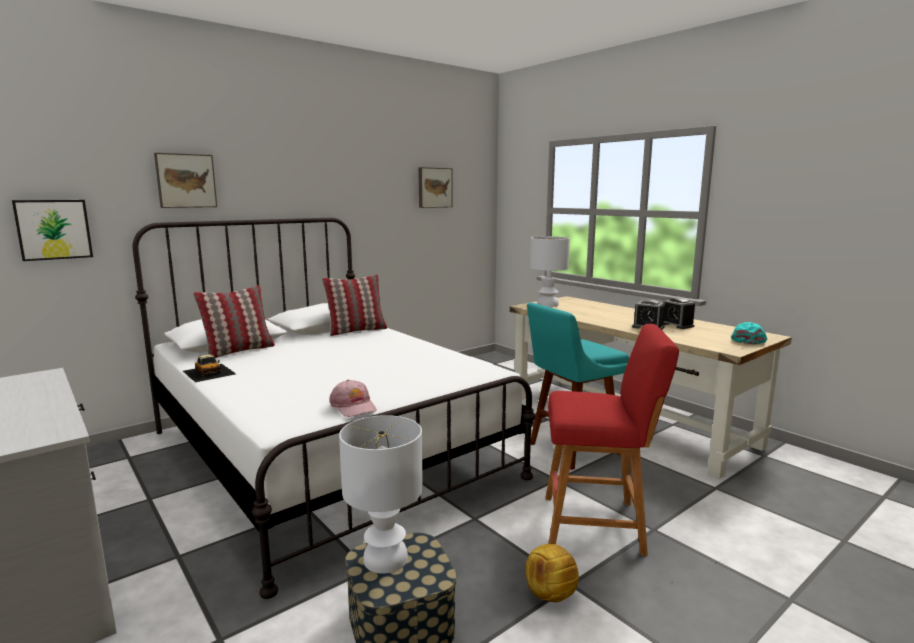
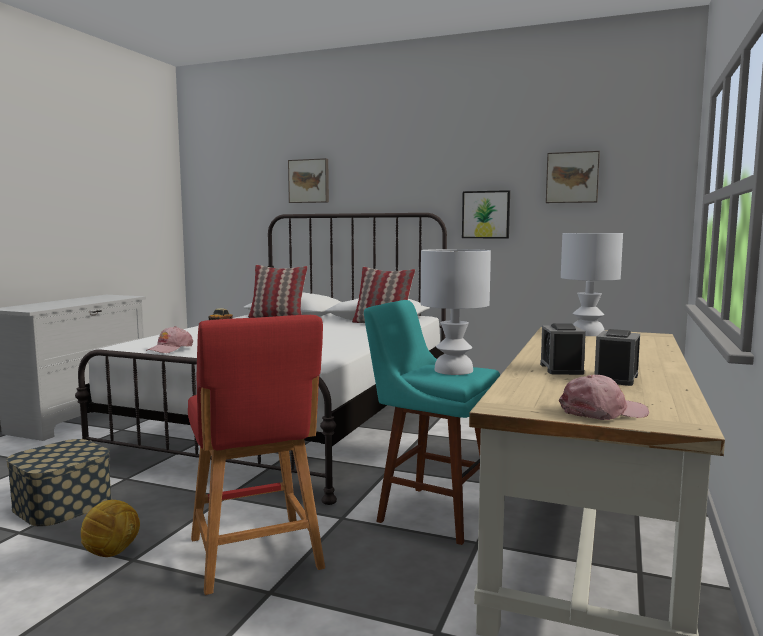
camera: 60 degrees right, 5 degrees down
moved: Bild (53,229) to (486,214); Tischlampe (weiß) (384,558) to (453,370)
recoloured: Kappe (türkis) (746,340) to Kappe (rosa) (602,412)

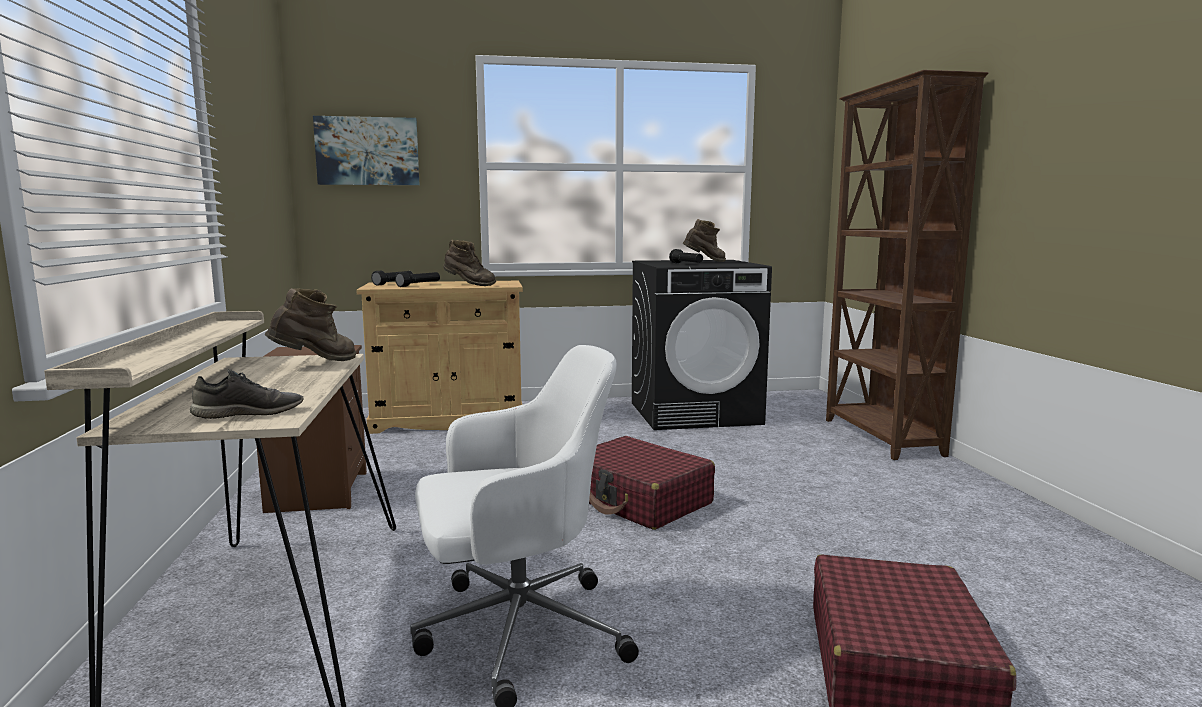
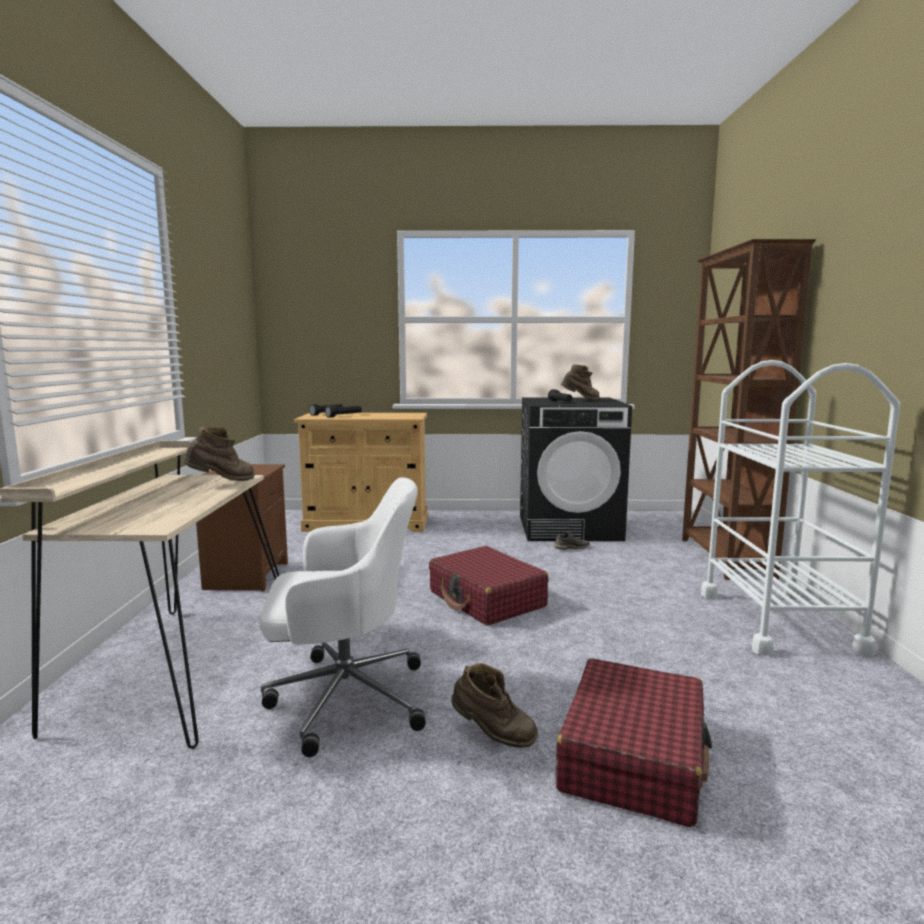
camera: 10 degrees right, 0 degrees up
removed: Bild (367,151)
added: Rollwagen (weiß) (778,621)
moved: Schuh (grau) (249,413) to (571,547); Stiefel (braun) (469,285) to (492,735)

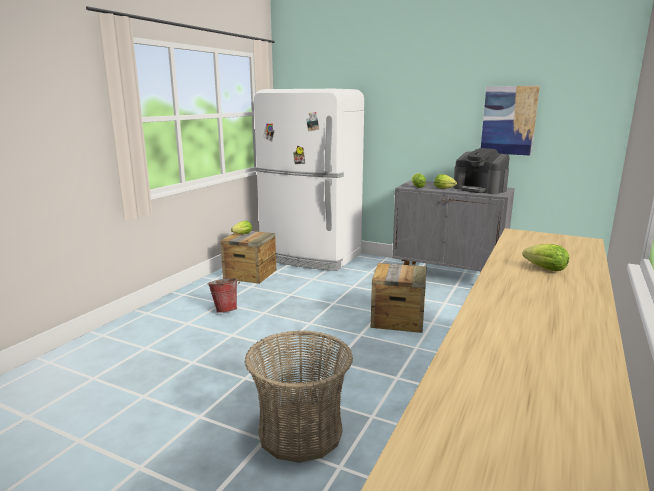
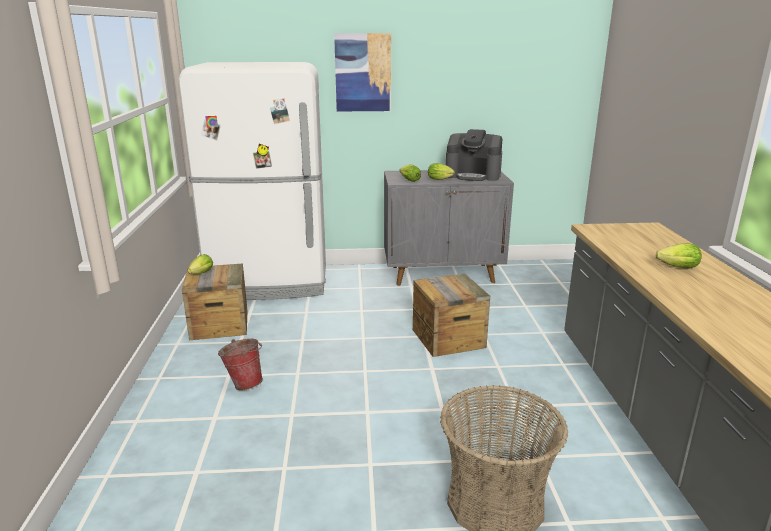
camera: 30 degrees left, 5 degrees up
moved: Bild (509,120) to (363,72)

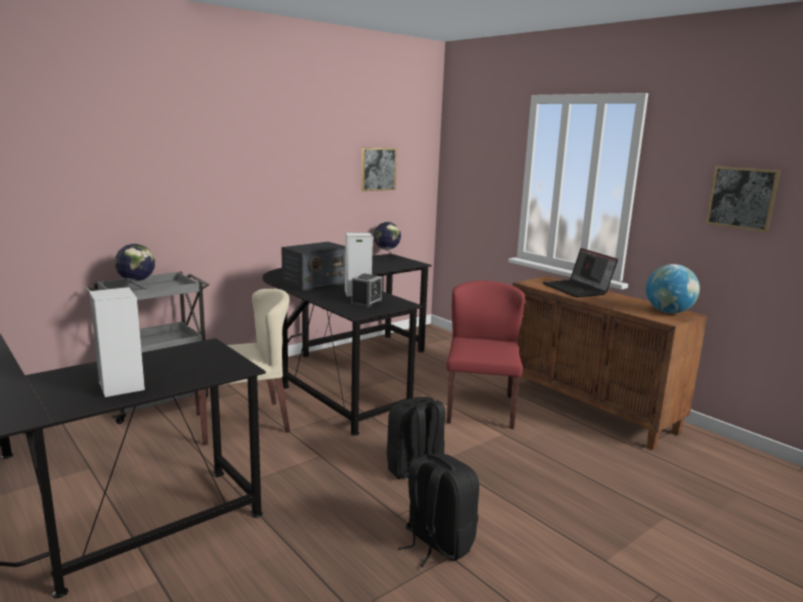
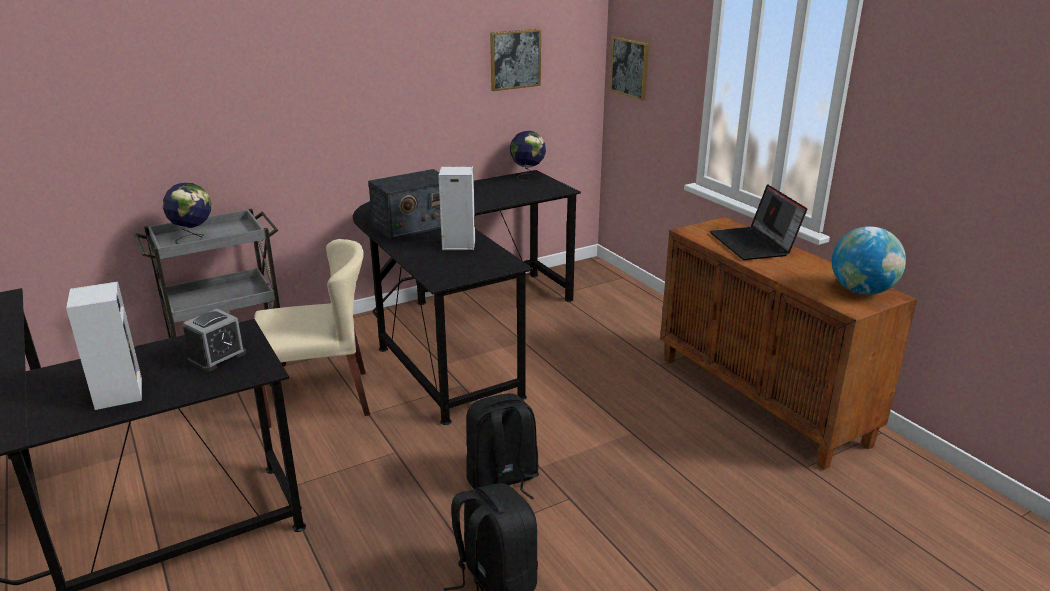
camera: 10 degrees right, 10 degrees up
removed: Stuhl (rot) (480,408)
moved: Wecker (366,302) to (217,357); Bild (742,198) to (630,67)

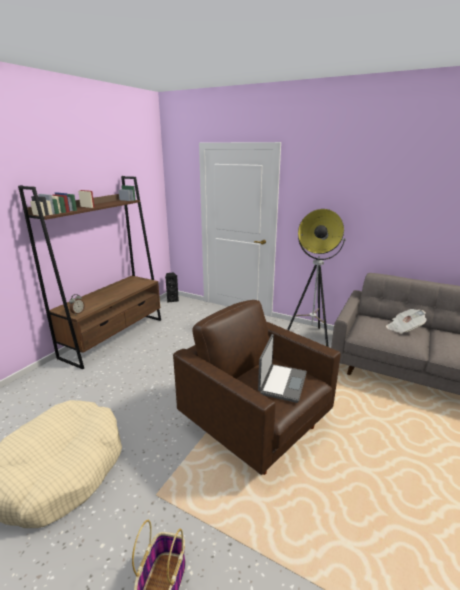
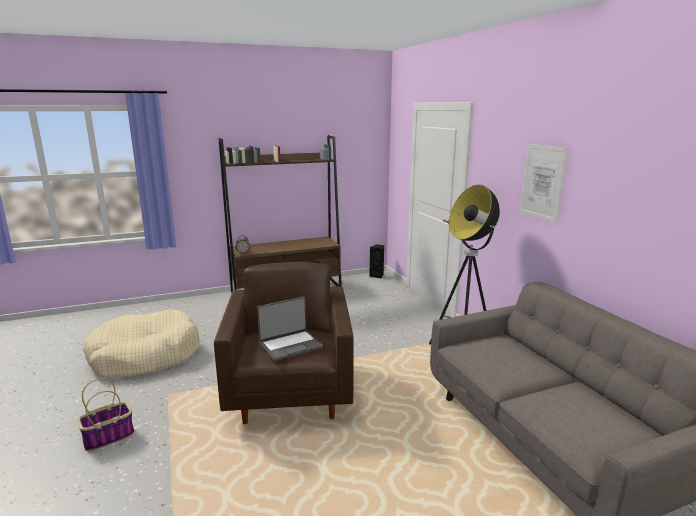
camera: 40 degrees right, 5 degrees down
removed: Zeitung (404,329)
added: Bild (542,182)

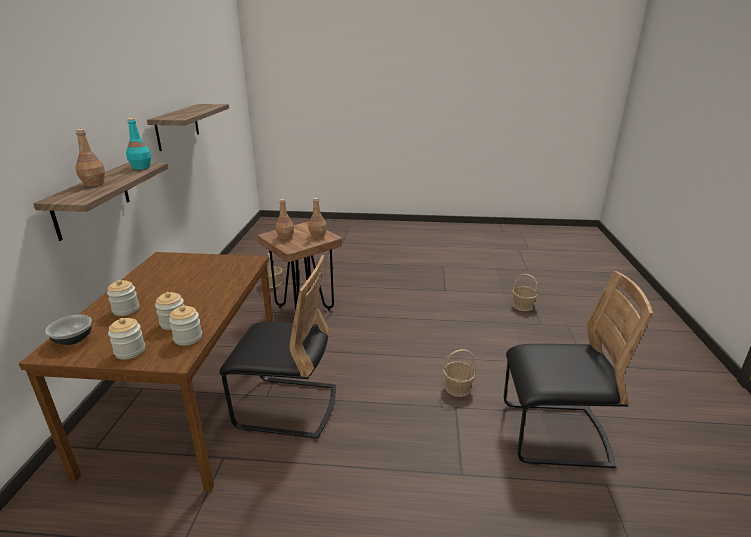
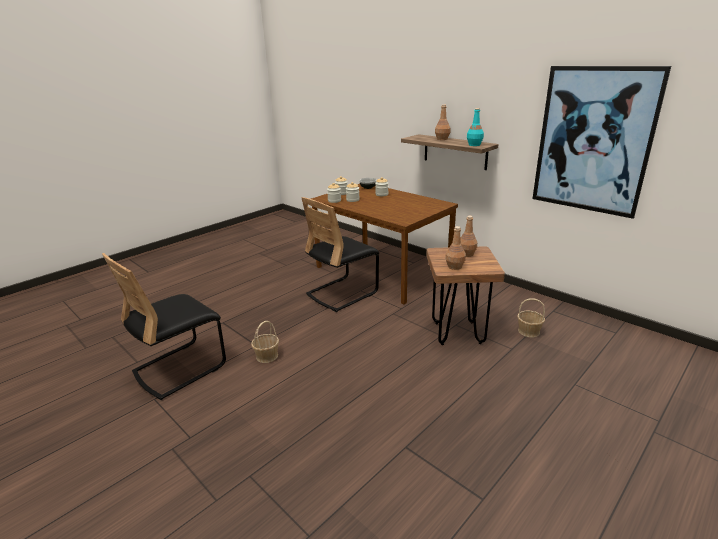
camera: 130 degrees right, 0 degrees up
removed: Korb (522,306)
replaced: Wandregal (177,126) to Bild (593,141)

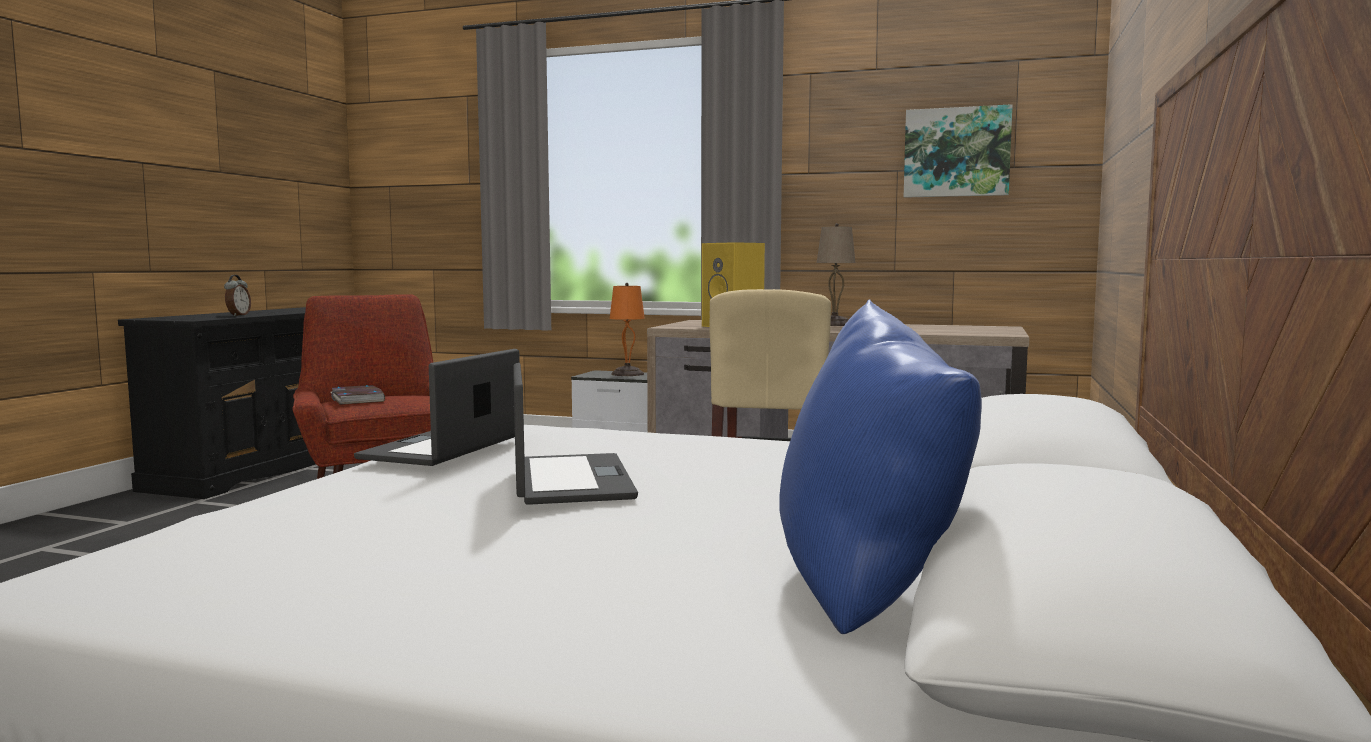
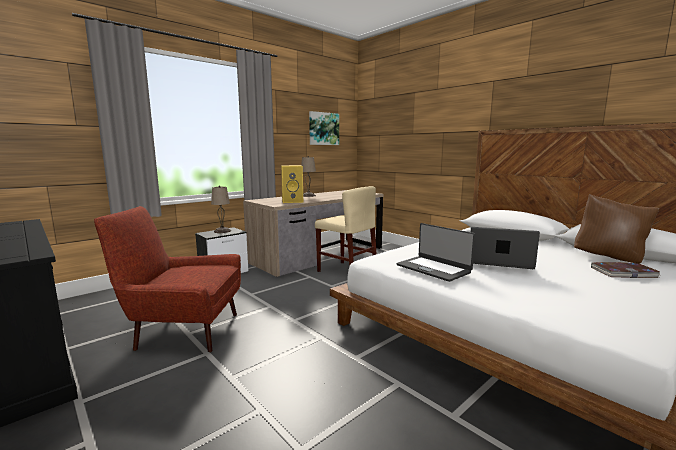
camera: 60 degrees left, 5 degrees up
removed: Wecker (238,315)
moved: Buch (358,399) to (623,272)
recoloured: Tischlampe (orange) (627,374) to Tischlampe (beige) (222,231); Kissen (blau) (872,595) to Kissen (braun) (609,257)

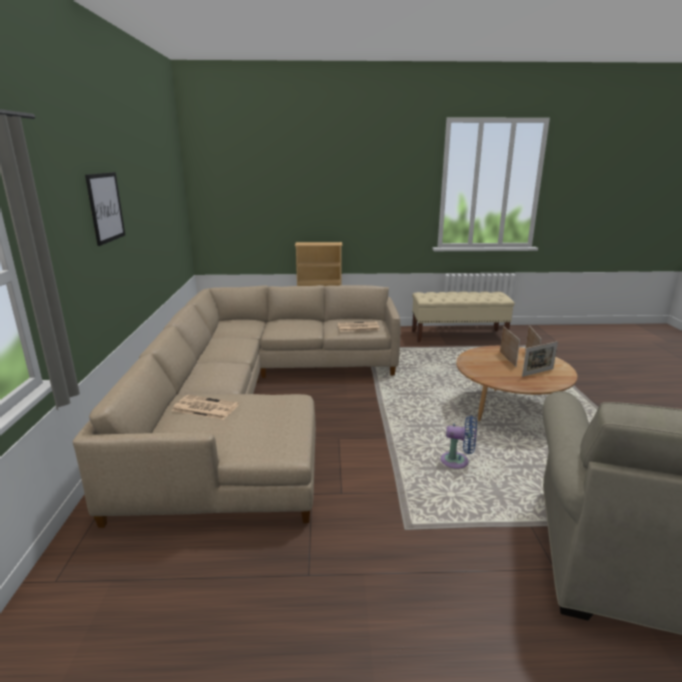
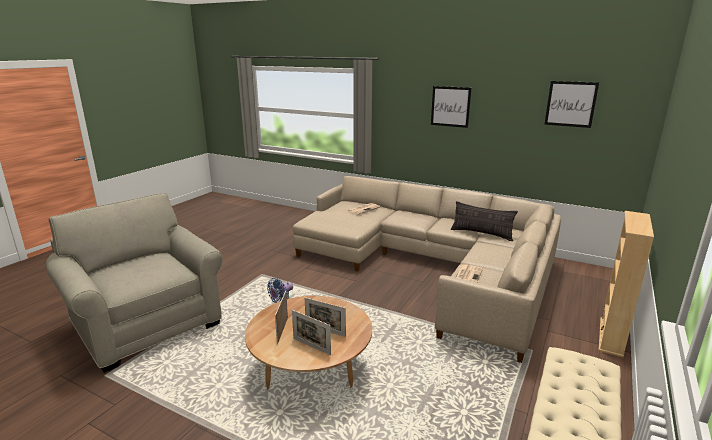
camera: 120 degrees right, 0 degrees up
added: Kissen (481,234); Bild (570,104)

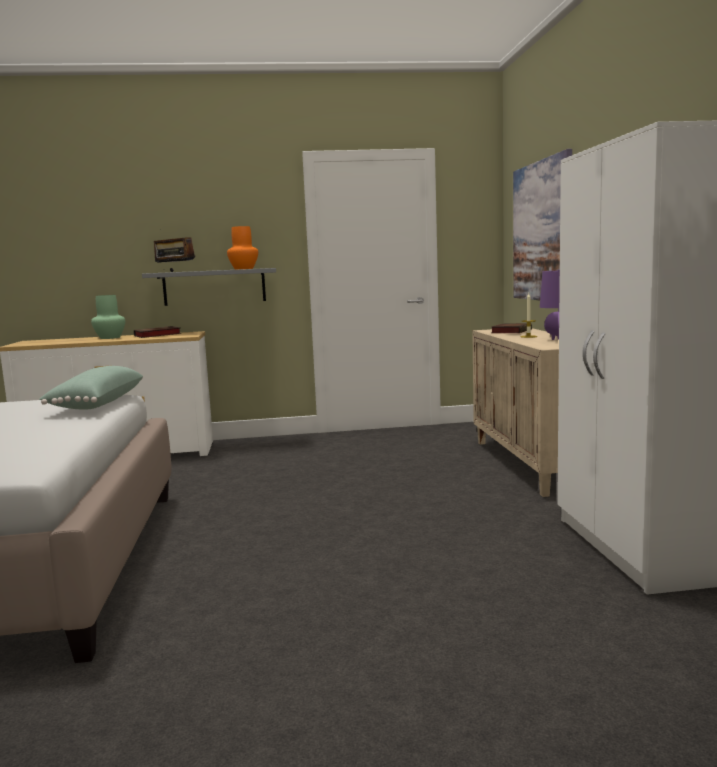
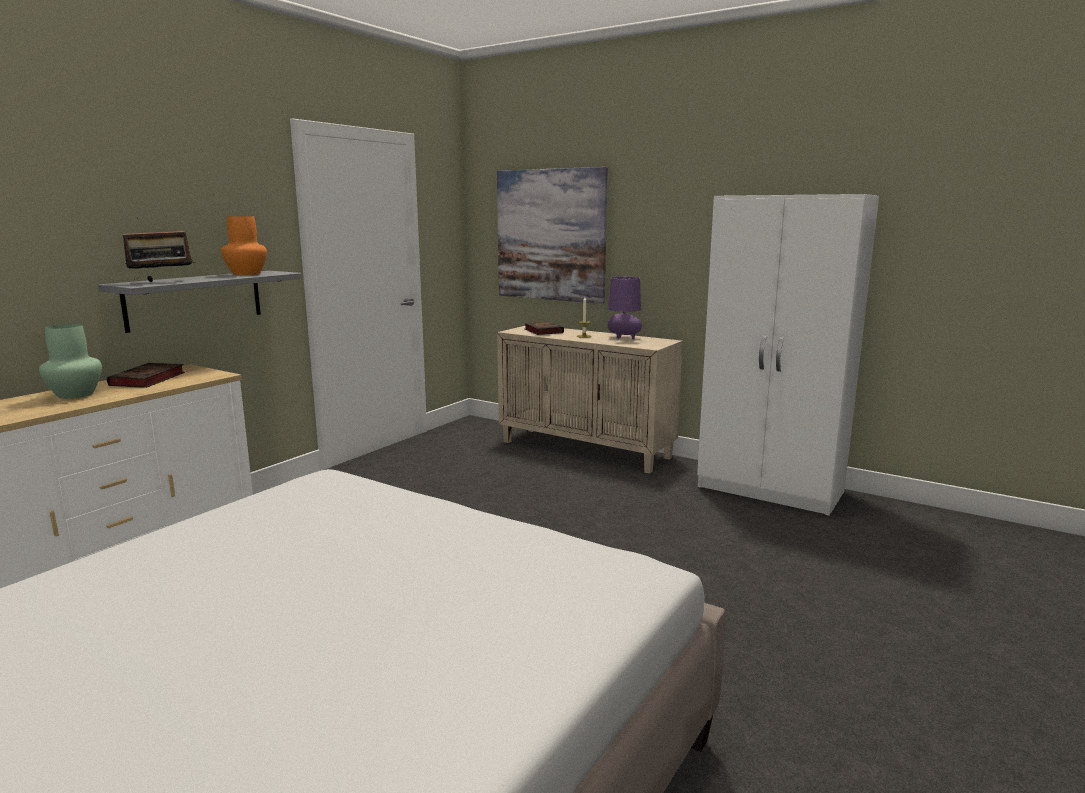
camera: 50 degrees left, 5 degrees up
removed: Kissen (grün) (96,404)

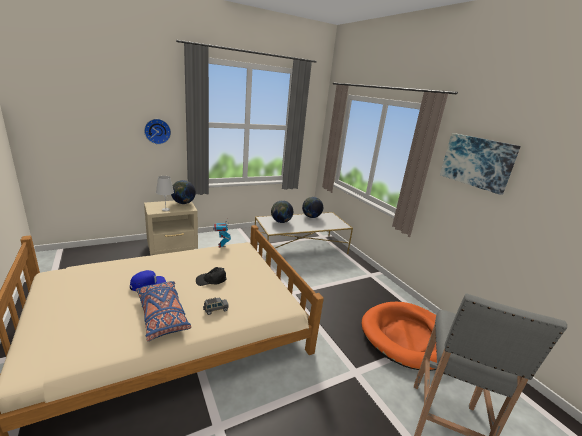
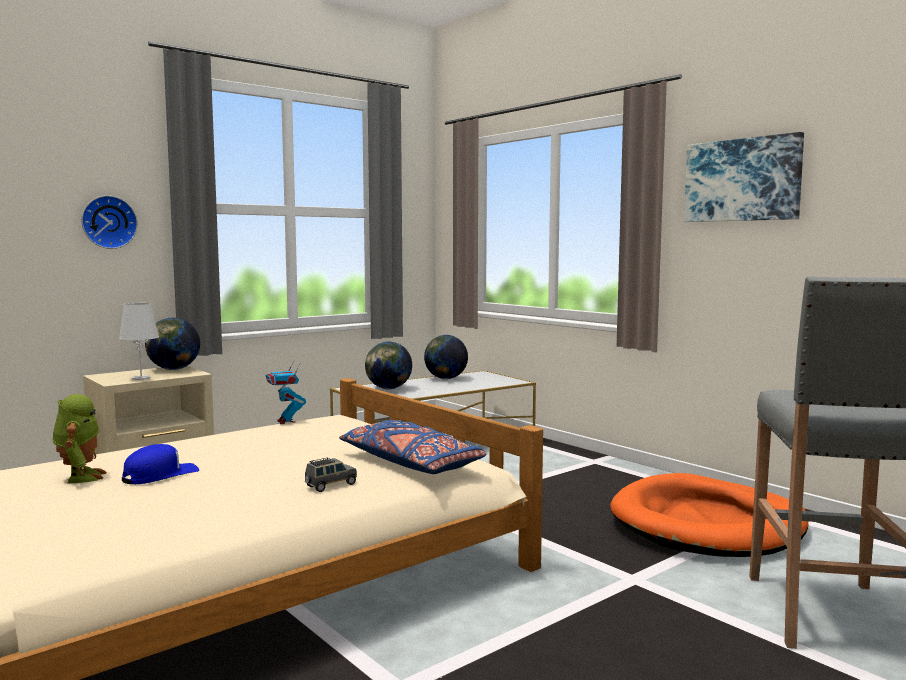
camera: 10 degrees left, 15 degrees down
removed: Kappe (schwarz) (211,280)
added: Spielzeugroboter (80,477)
moved: Kissen (blau) (162,315) to (411,464)

